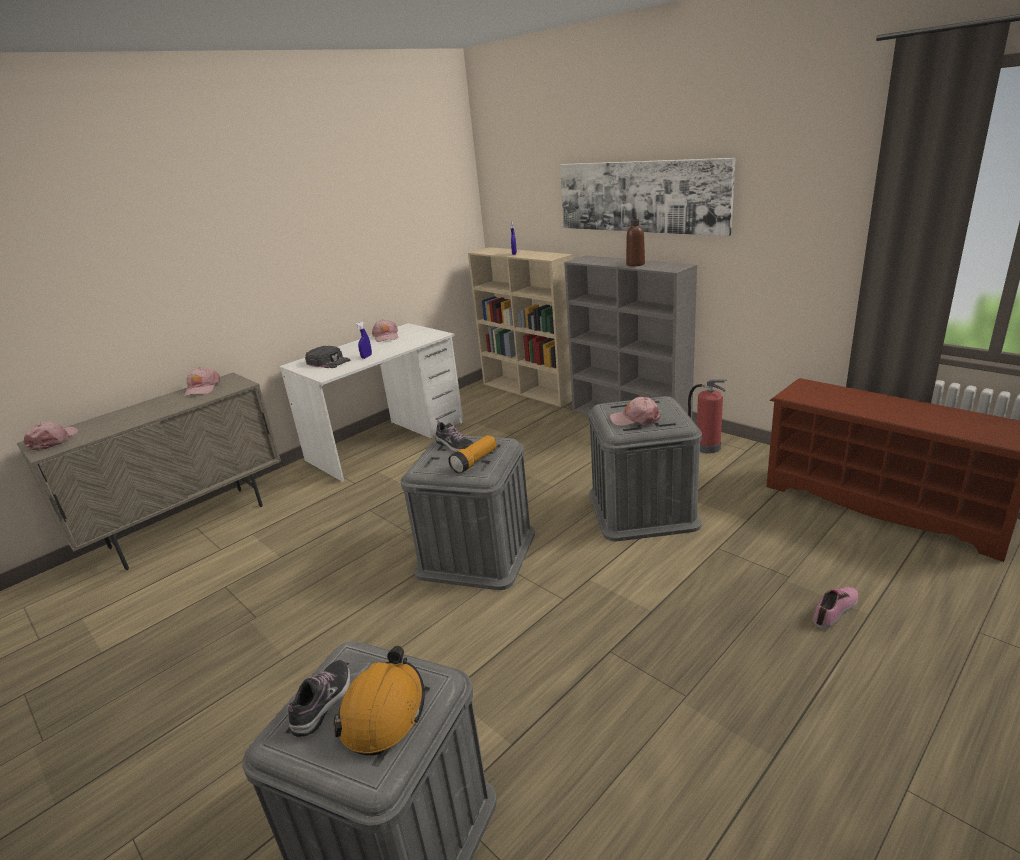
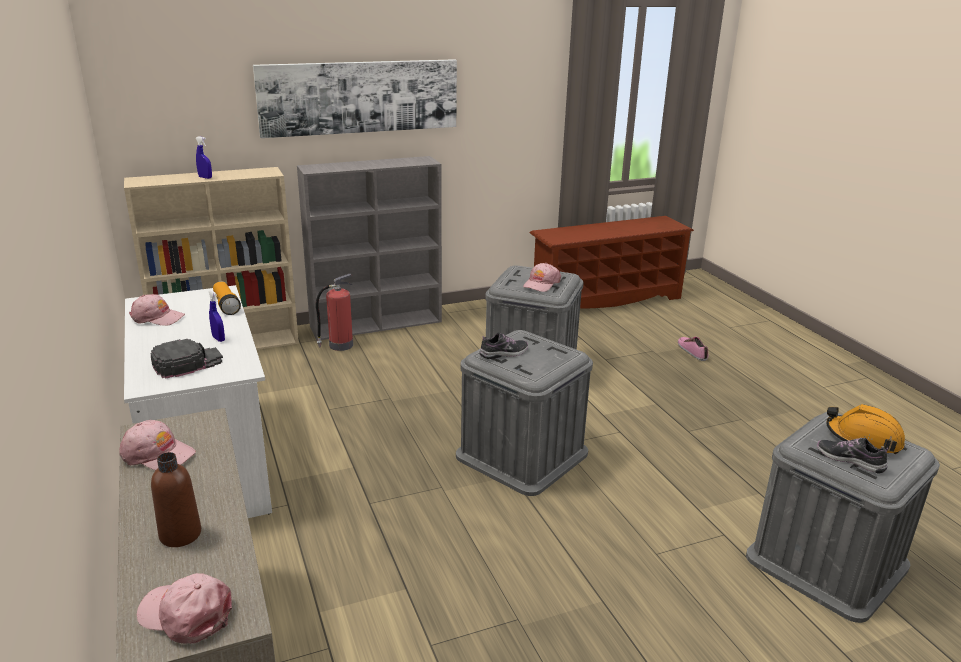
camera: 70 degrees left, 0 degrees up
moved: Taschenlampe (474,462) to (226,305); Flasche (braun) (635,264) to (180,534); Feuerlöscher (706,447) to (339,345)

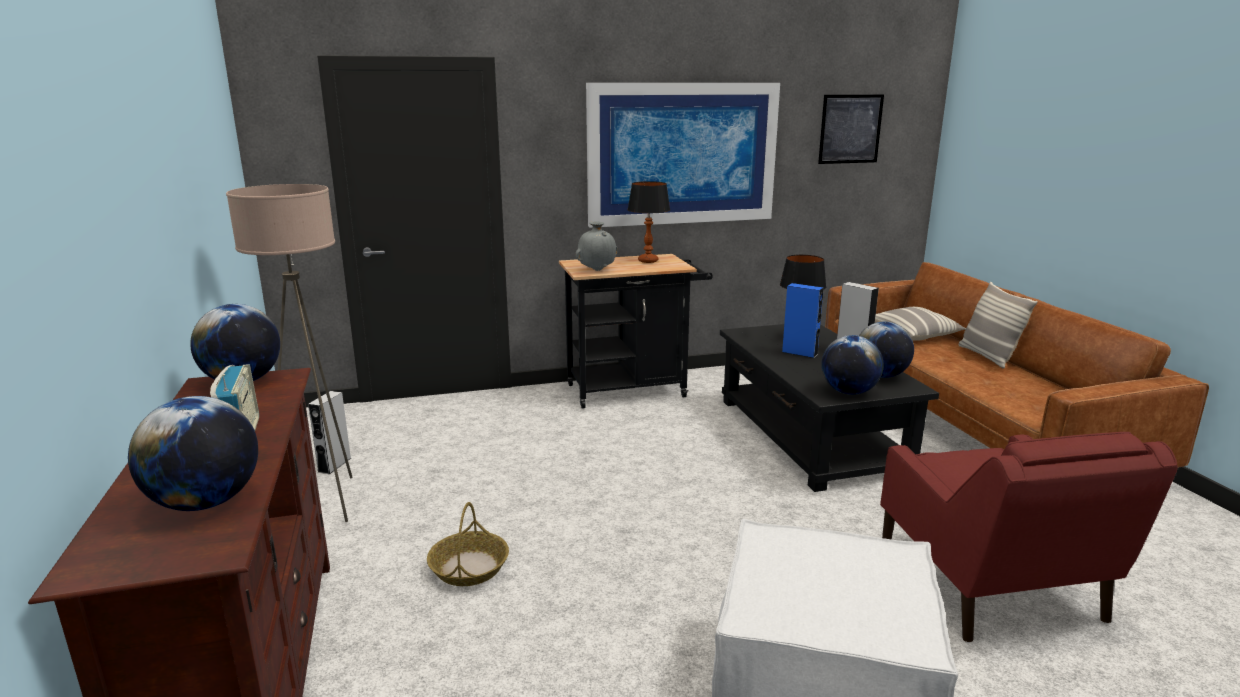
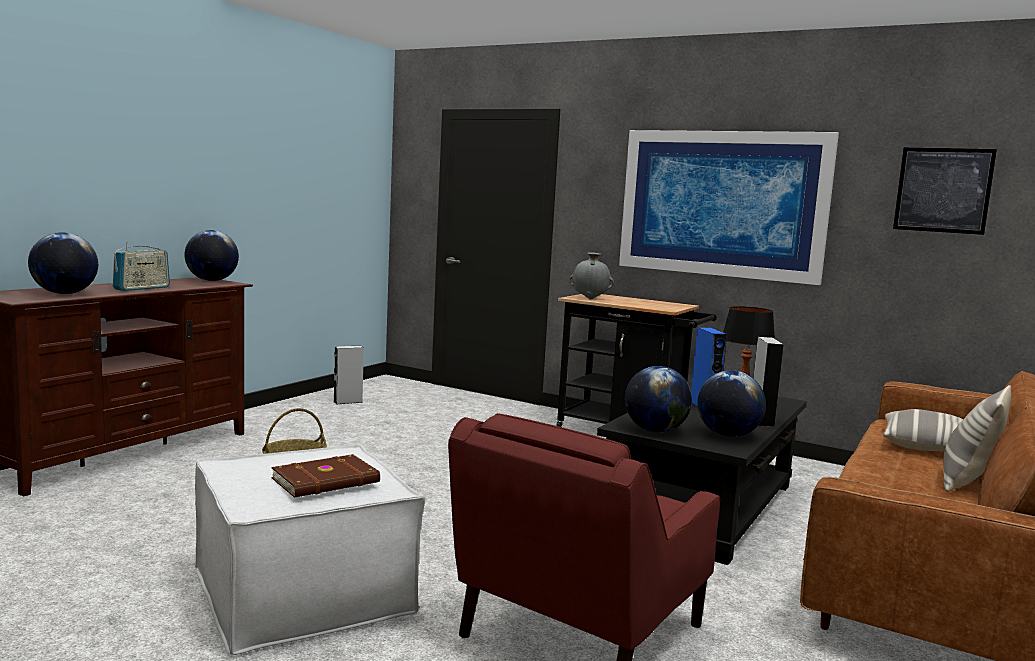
camera: 45 degrees right, 10 degrees down
removed: Stehlampe (beige) (324,502); Tischlampe (648,261)
added: Buch (braun) (327,481)

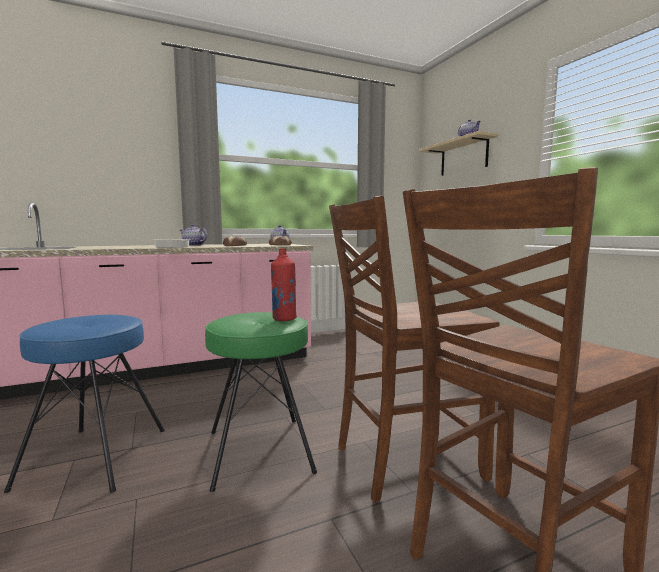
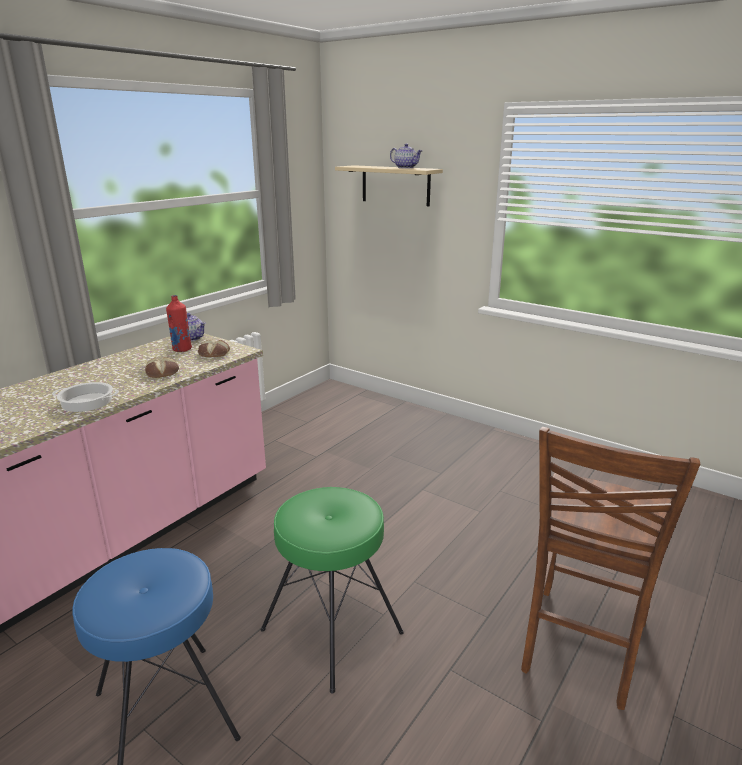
camera: 30 degrees left, 15 degrees up
removed: Teekanne (193,245); Stuhl (braun) (403,461)
moved: Flasche (rot) (284,319) to (182,349)

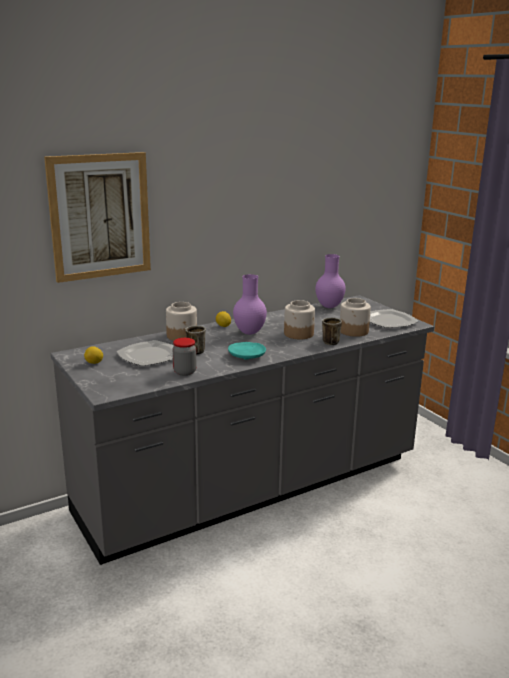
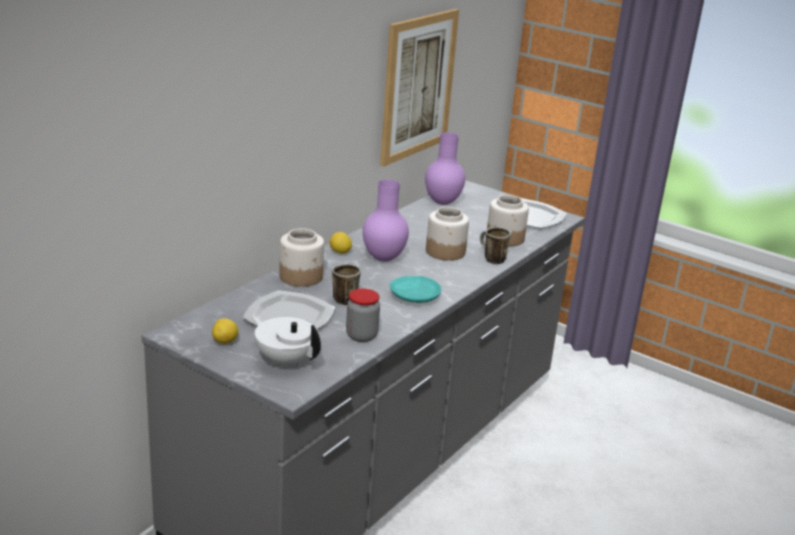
camera: 25 degrees left, 5 degrees up
added: Teekanne (weiß) (285,360)
moved: Bild (100,216) to (418,86)

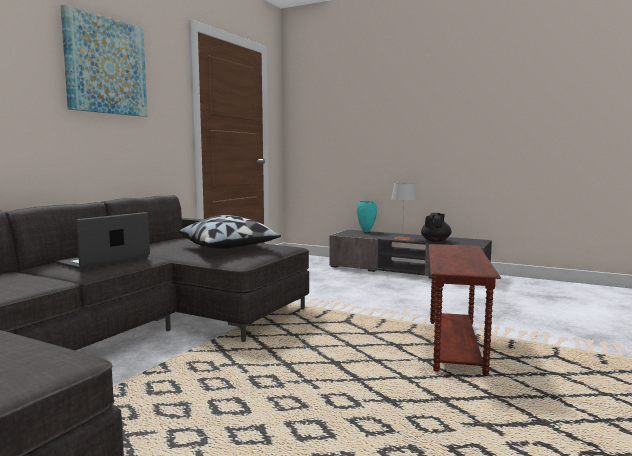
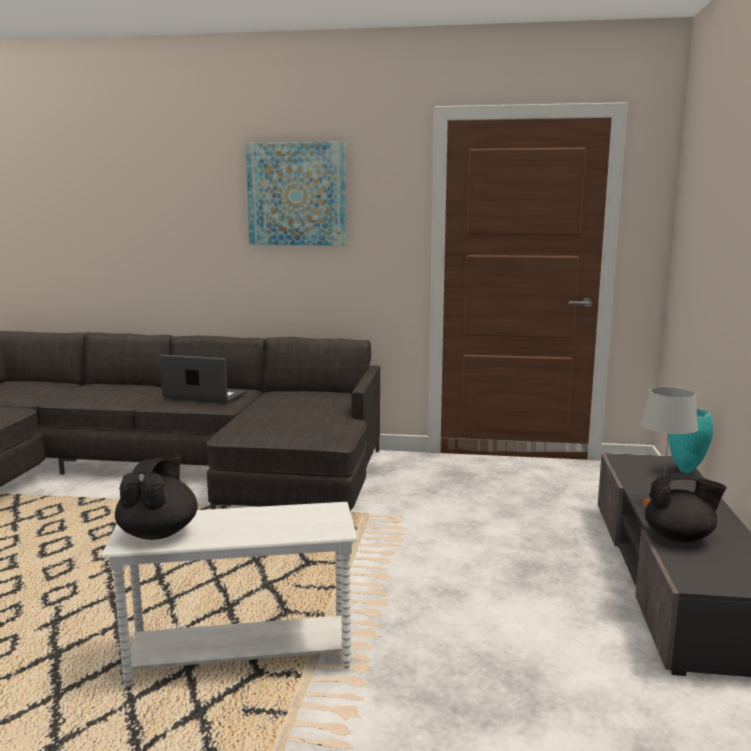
camera: 70 degrees right, 5 degrees up
removed: Kissen (230,248)
added: Teekanne (schwarz) (159,532)
recoloured: Beistelltisch (braun) (454,346) to Beistelltisch (weiß) (241,656)

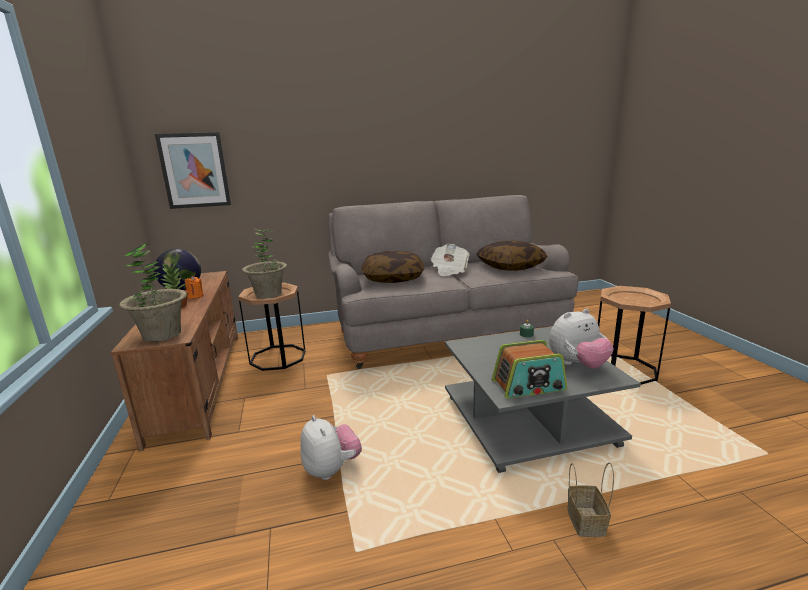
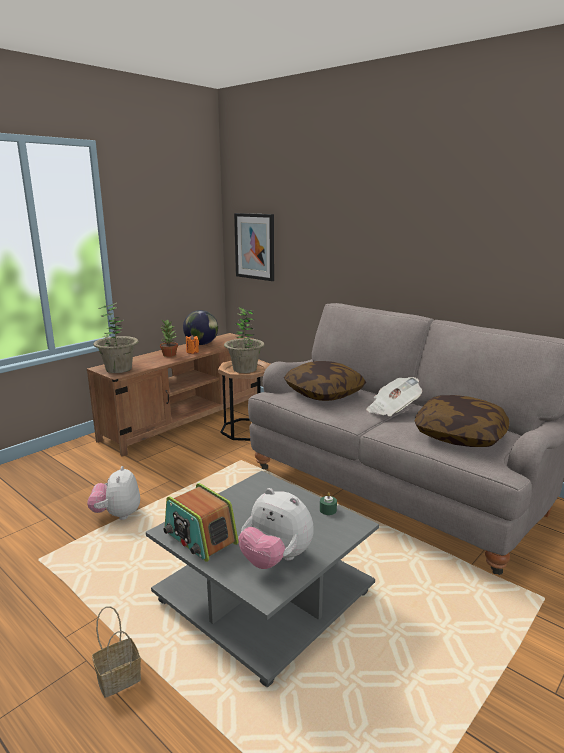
camera: 55 degrees right, 0 degrees up
removed: Beistelltisch (braun) (623,369)
turned: Plüschtier (331,469) = (117,515) 150 degrees clockwise

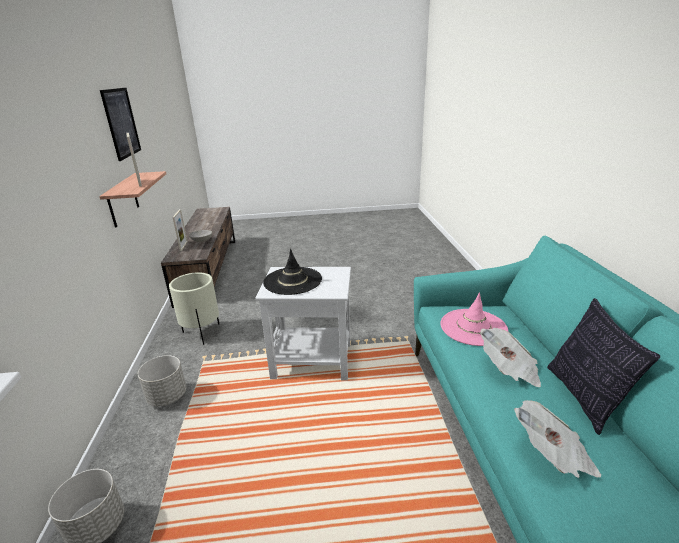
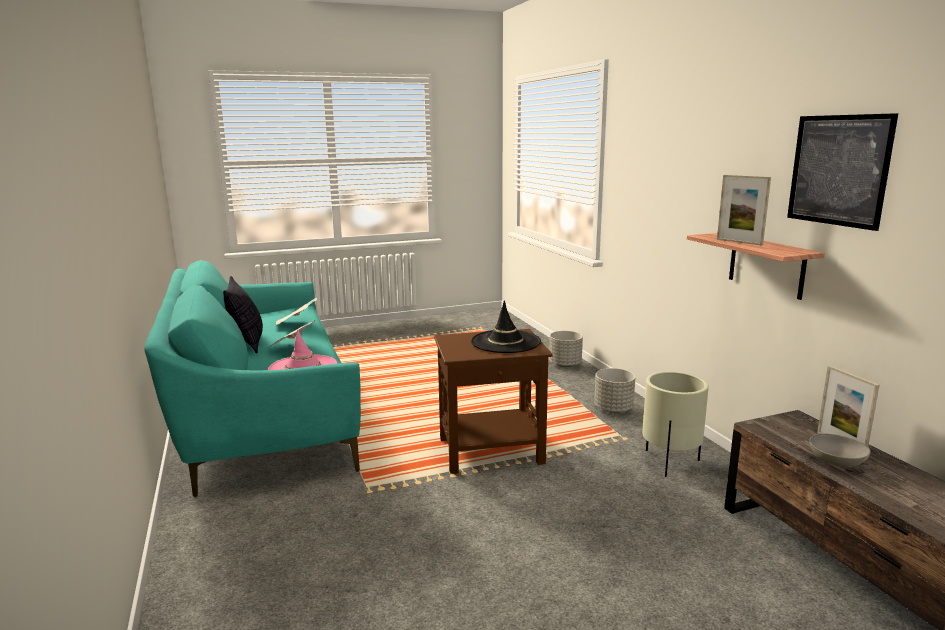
camera: 165 degrees right, 10 degrees down
recoloured: Beistelltisch (weiß) (311,360) to Beistelltisch (braun) (492,450)

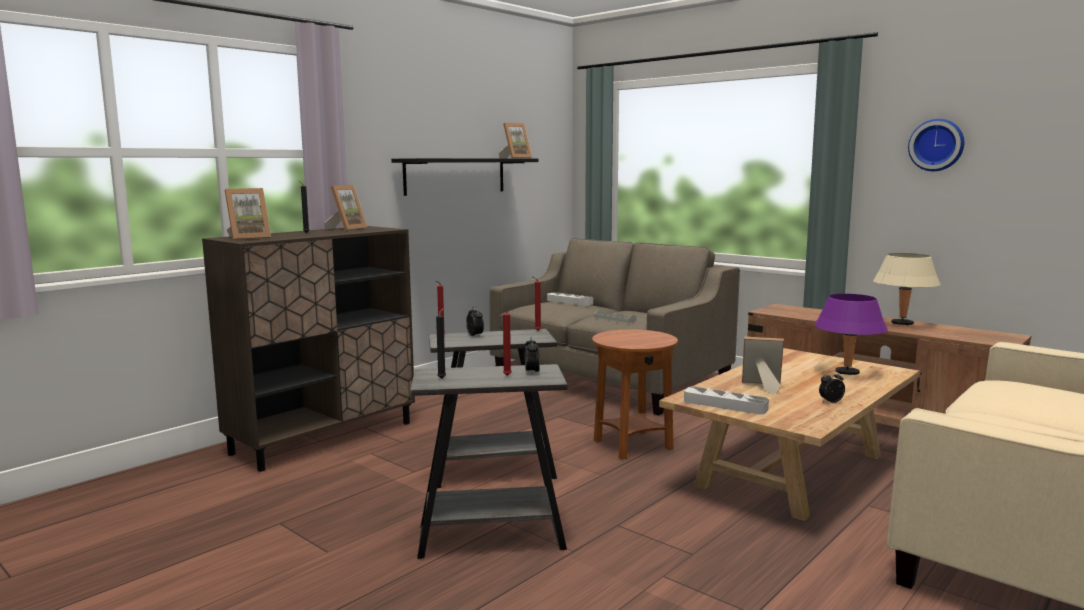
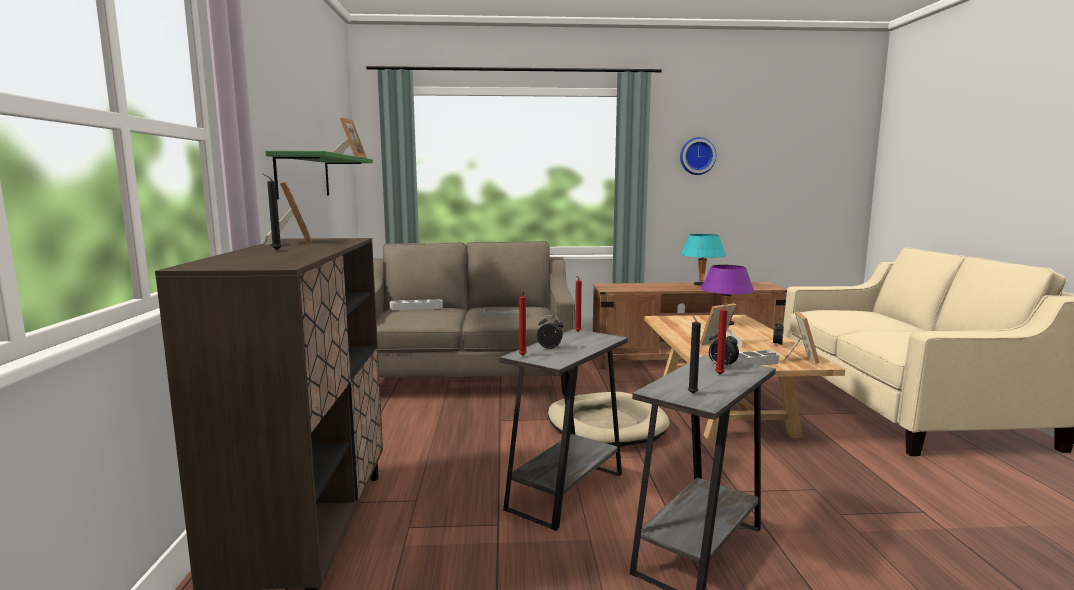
camera: 45 degrees left, 0 degrees up
moved: Bilderrahmen (248,237) to (800,358)
replaced: Beistelltisch (braun) (632,446) to Hundebett (beige) (606,424)
recoloured: Wandregal (schwarz) (455,176) to Wandregal (grün) (303,176); Tischlampe (beige) (902,323) to Tischlampe (türkis) (701,285)

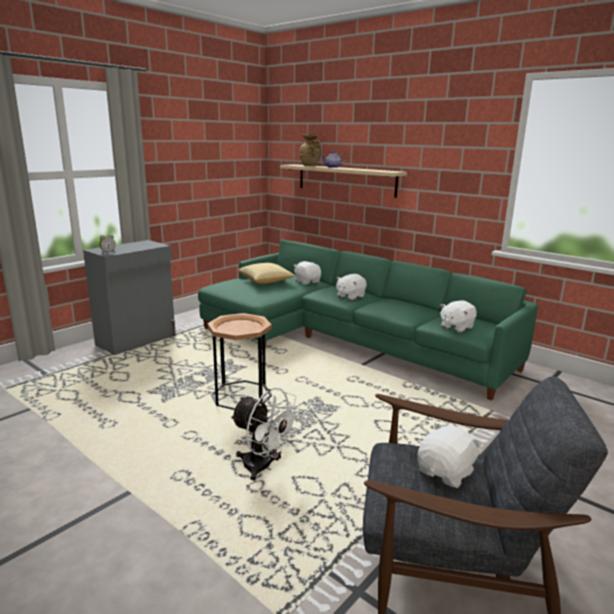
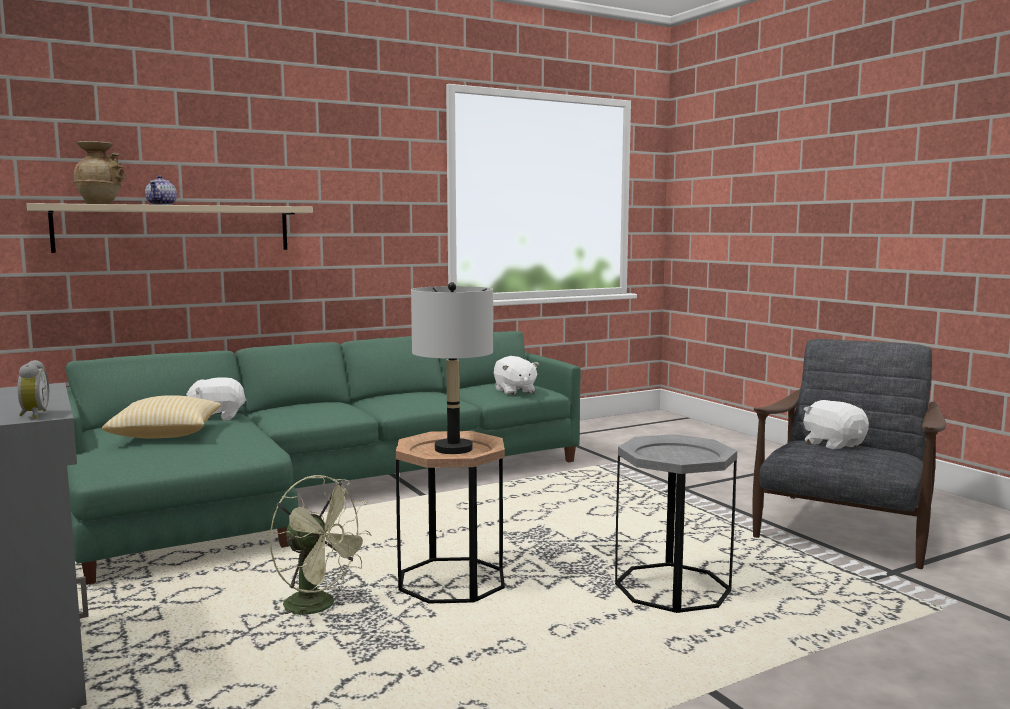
camera: 70 degrees left, 10 degrees down
removed: Plüschtier (weiß) (350,296)
added: Ventilator (grün) (319,607); Tischlampe (grau) (453,449)
replaced: Ventilator (weiß) (263,467) to Beistelltisch (grau) (672,588)

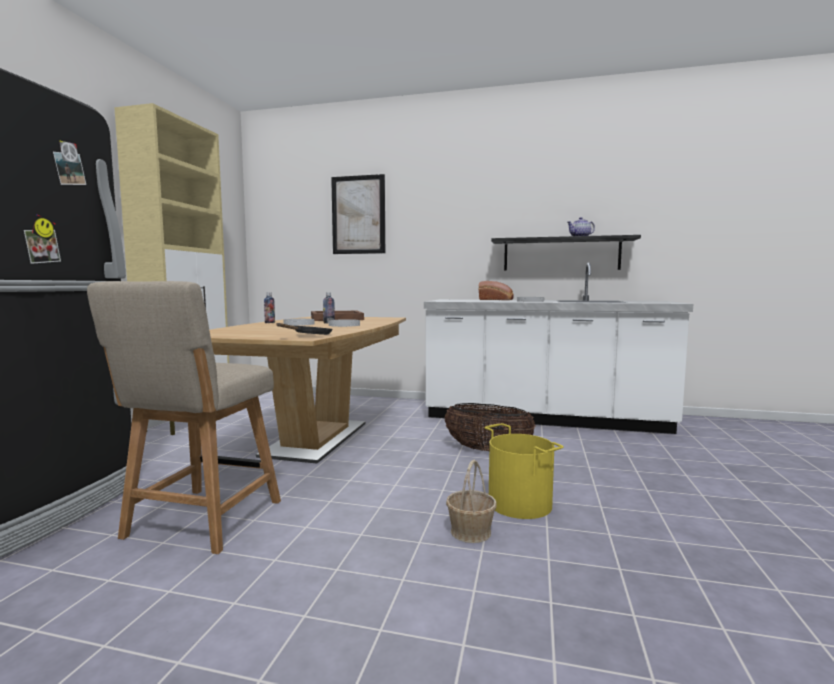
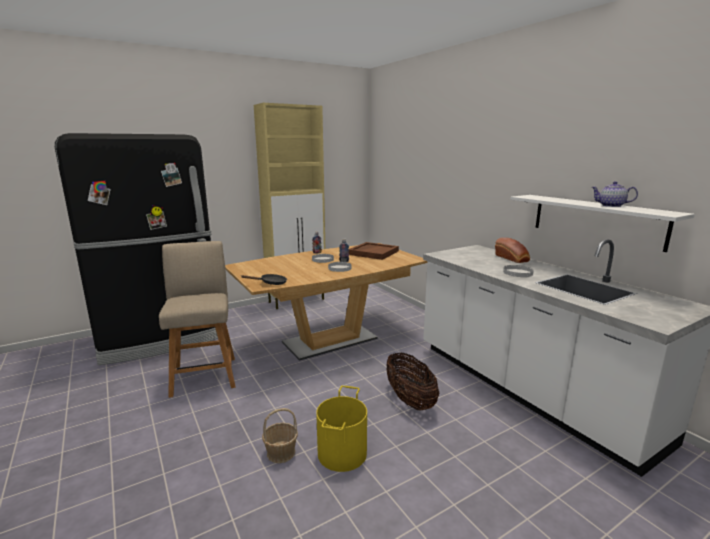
camera: 45 degrees right, 10 degrees up
removed: Bild (358,215)
recoloured: Wandregal (schwarz) (561,254) to Wandregal (weiß) (596,220)
turned: Stuhl (beige) (200,522) = (204,374) 105 degrees clockwise

